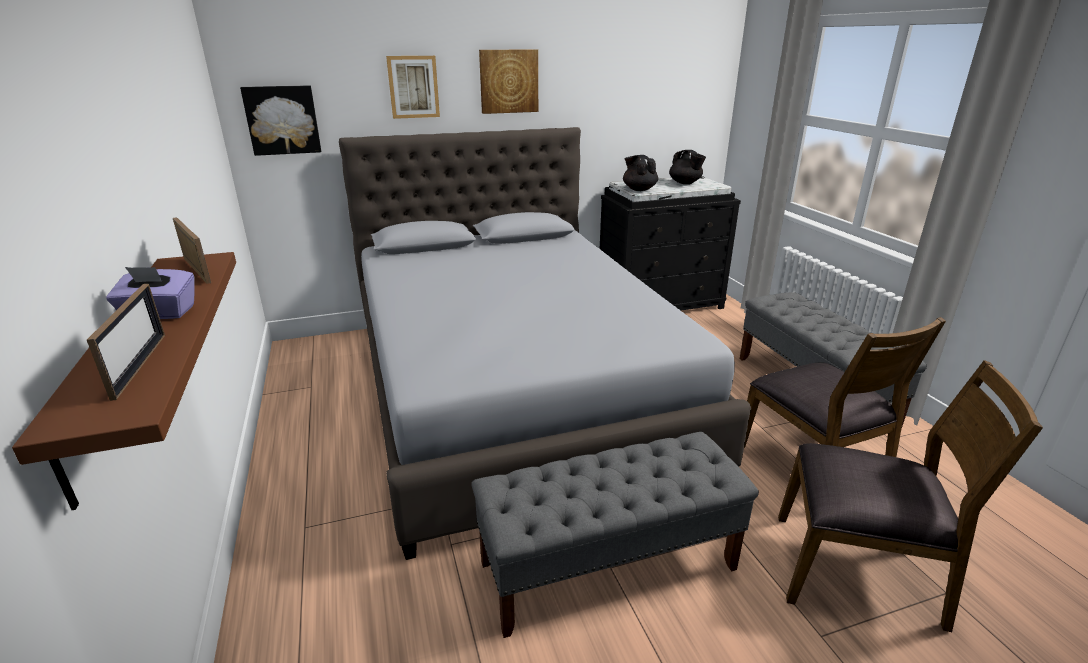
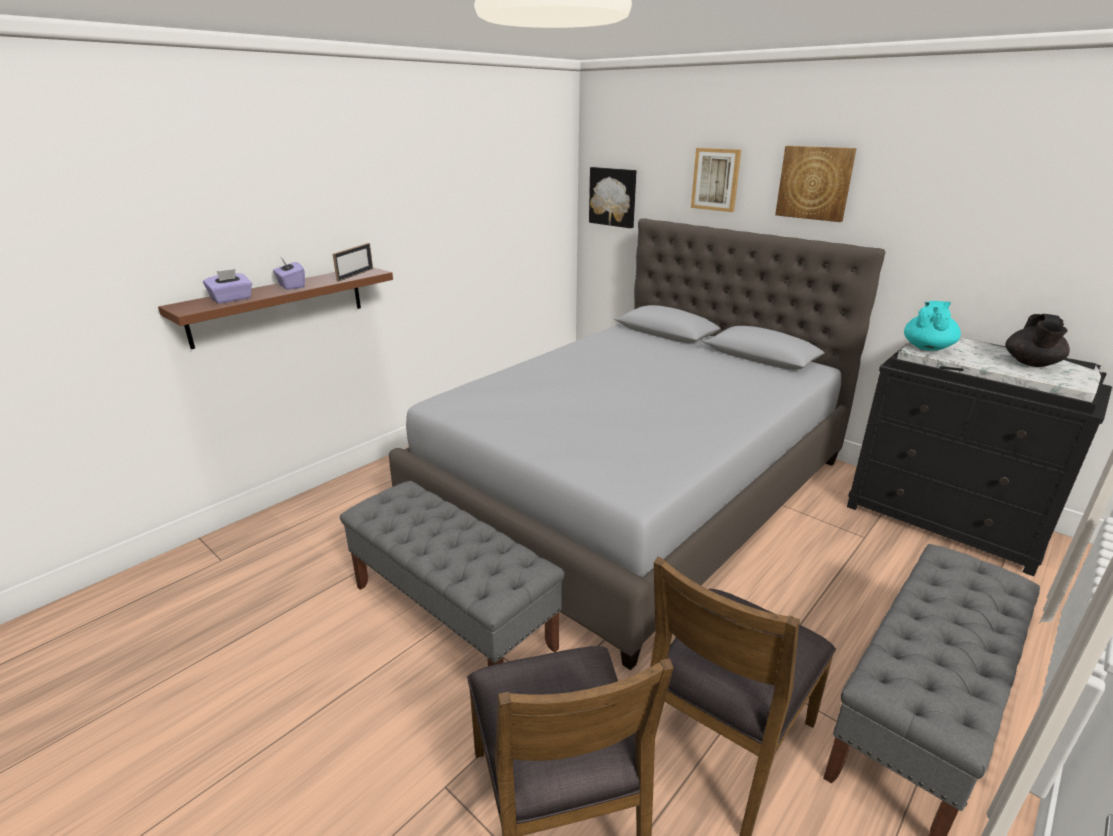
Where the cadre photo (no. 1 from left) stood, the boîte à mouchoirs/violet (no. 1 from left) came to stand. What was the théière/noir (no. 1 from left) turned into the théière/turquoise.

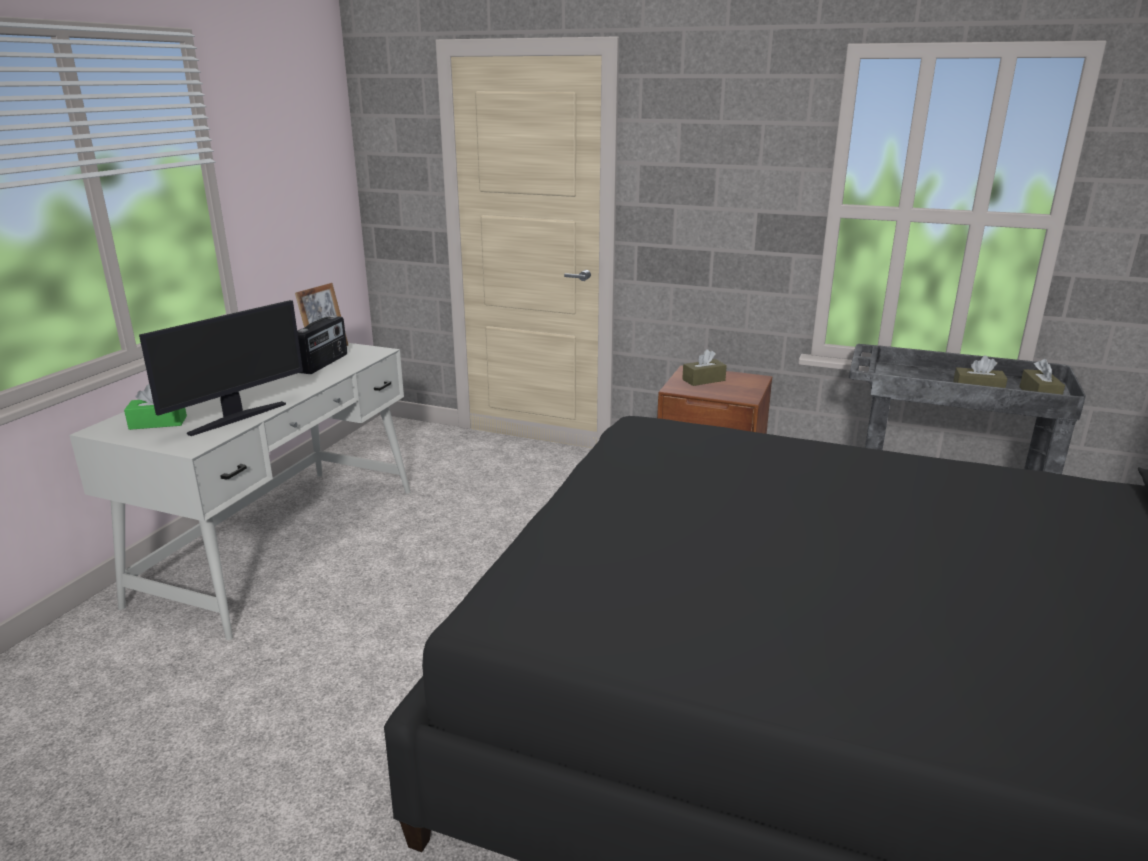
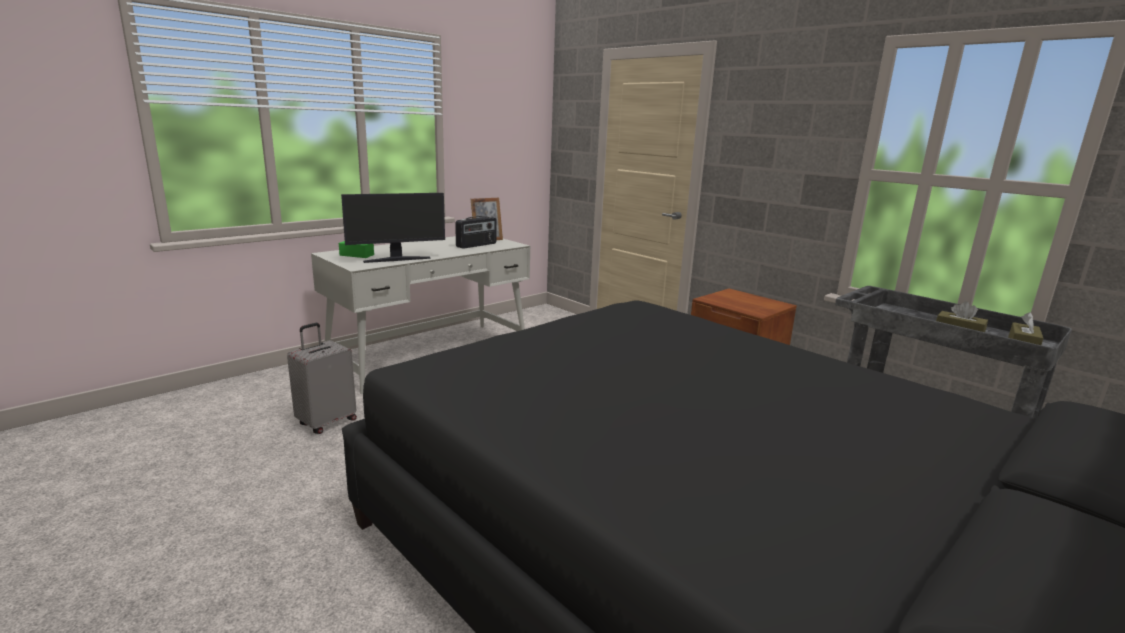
The second view gained the valise/gris. The second view lost the boîte à mouchoirs/marron (no. 1 from left).

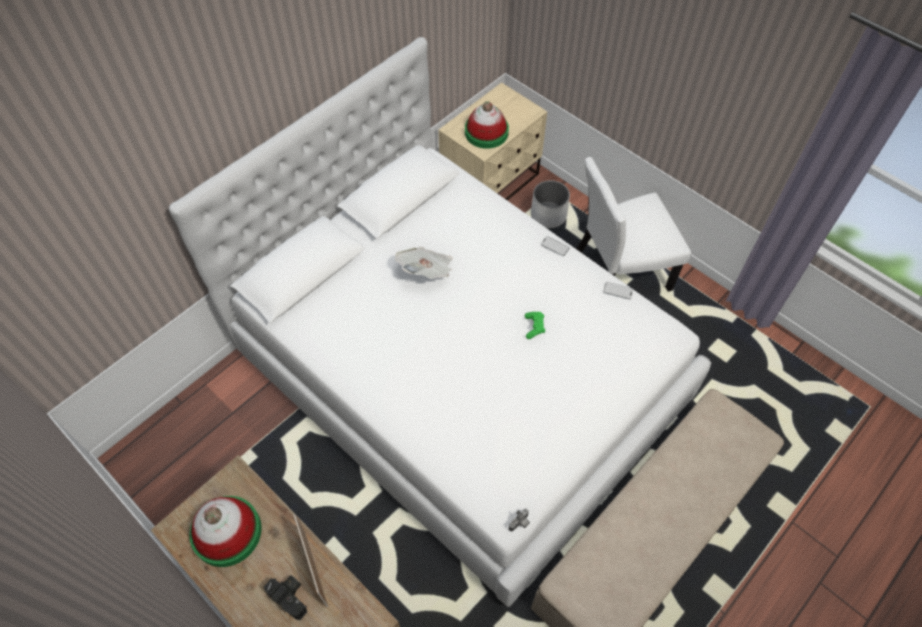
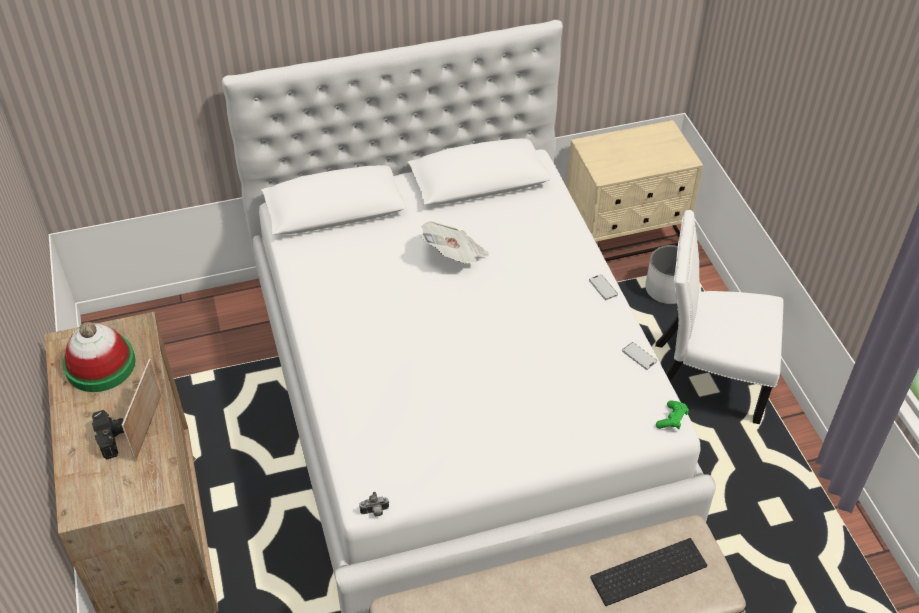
The second view gained the clavier. The manette/vert ended up elsewhere. The second view lost the chapeau (no. 2 from left).

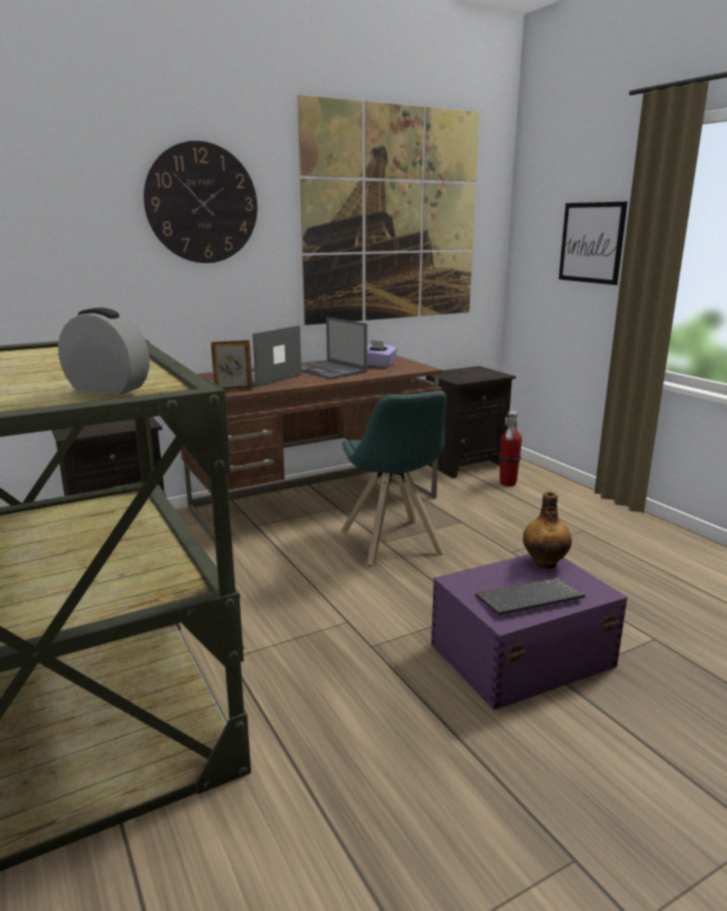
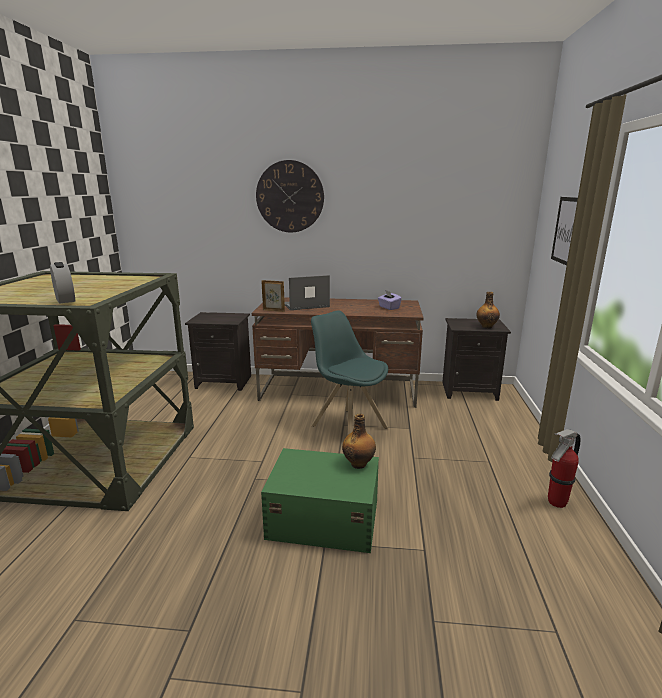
What was the boîte de rangement/violet turned into the boîte de rangement/vert. The chaise/turquoise ended up facing another way, 120 degrees clockwise from before. The second view gained the bouteille (no. 2 from left). The extincteur ended up elsewhere. The second view lost the tableau (no. 1 from left). The second view lost the ordinateur portable (no. 2 from left). The second view lost the clavier.

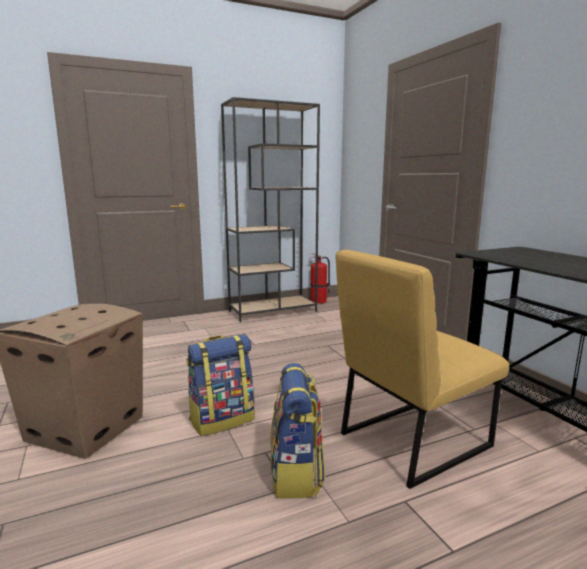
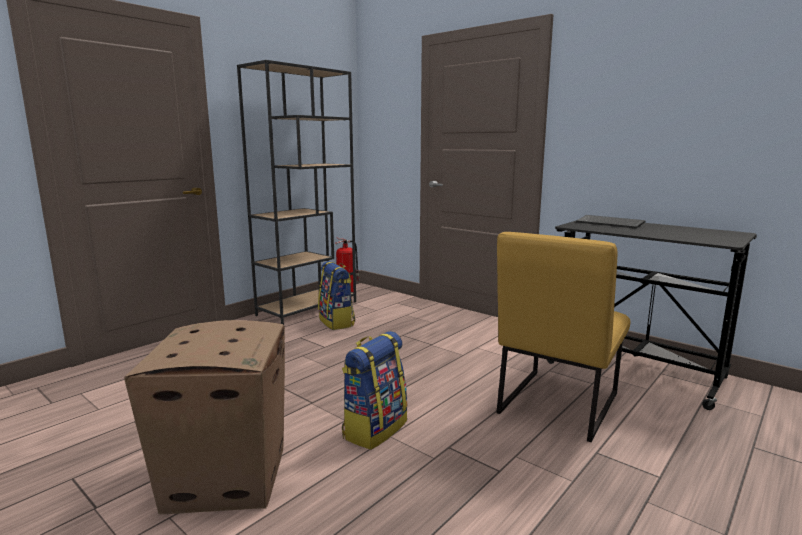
The sac à dos (no. 2 from left in the first image) ended up elsewhere. The second view gained the clavier.

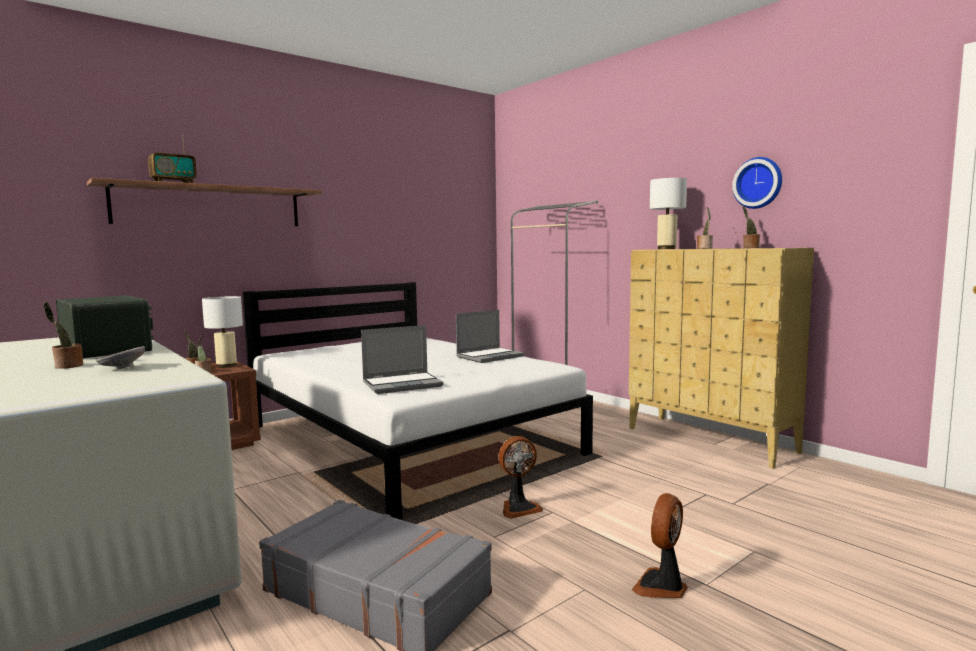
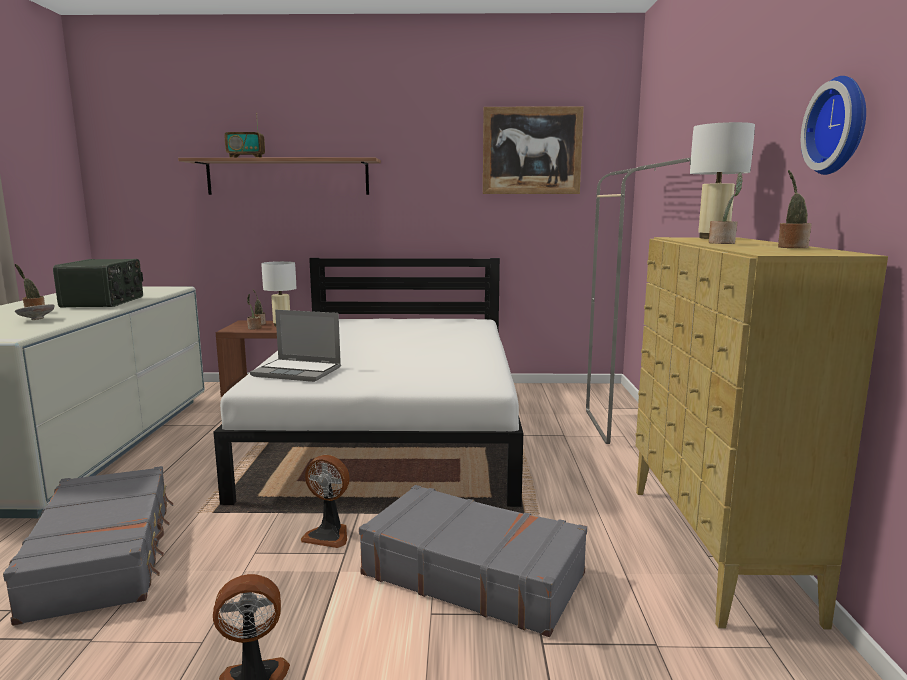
The second view gained the valise/gris (no. 2 from left). The second view gained the tableau. The second view lost the ordinateur portable (no. 2 from left).

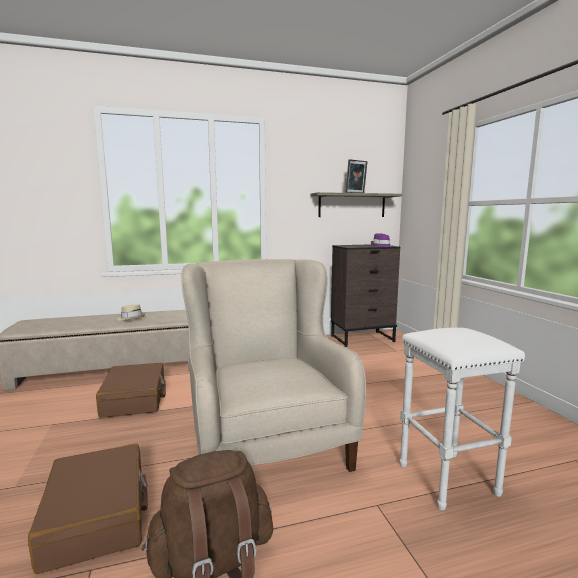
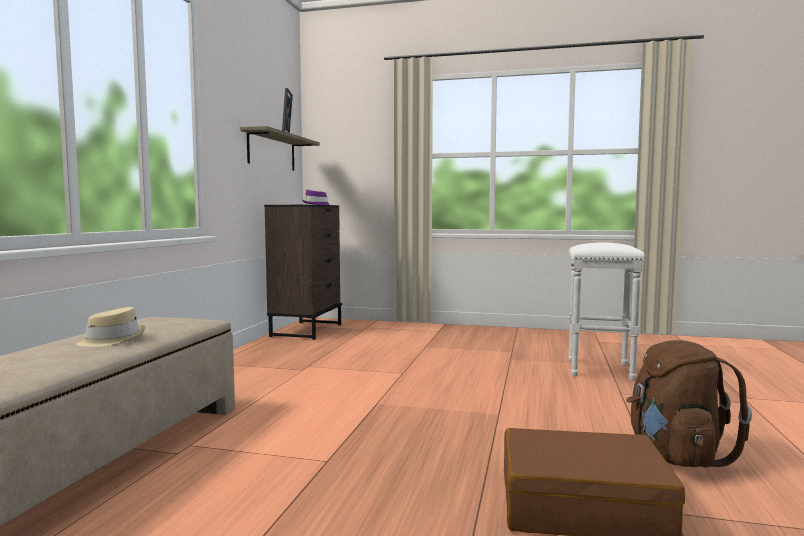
The second view lost the valise/marron (no. 2 from left). The second view lost the fauteuil/beige.

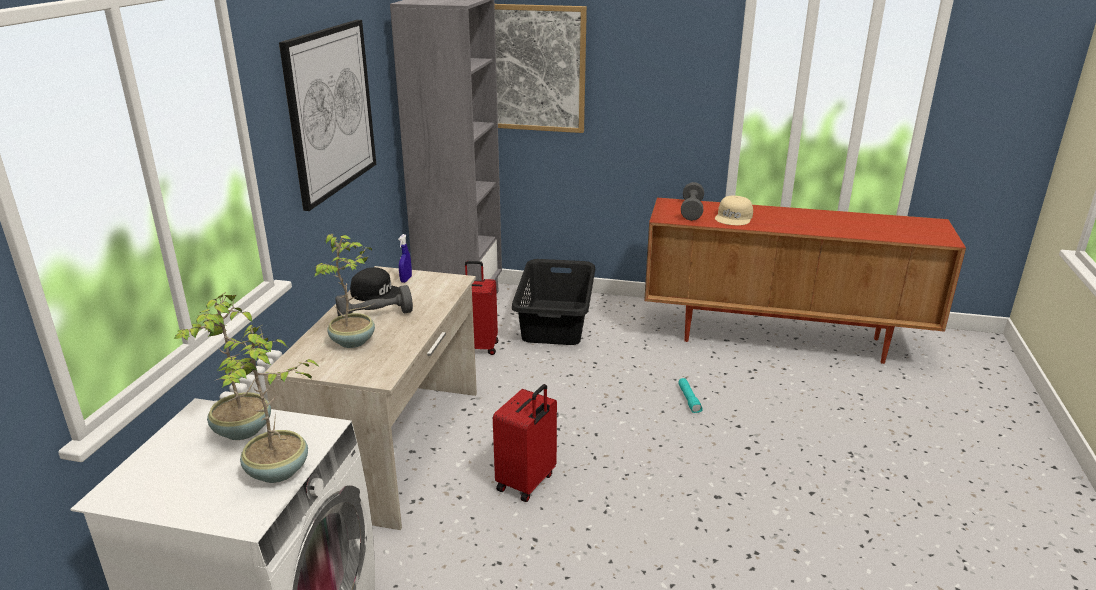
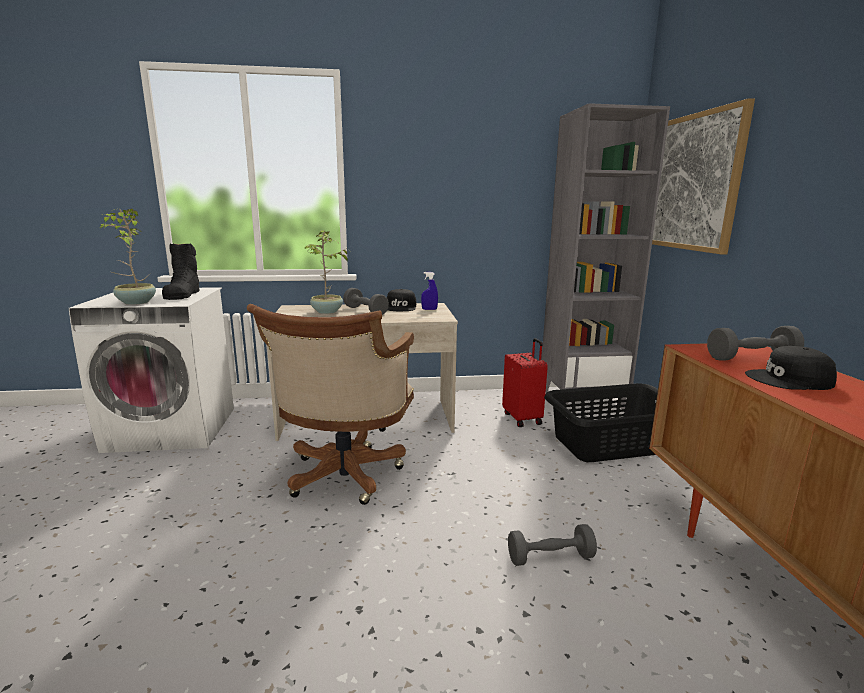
Where the plante en pot (no. 1 from left) stood, the botte/noir came to stand. Where the valise/rouge (no. 2 from left) stood, the chaise de bureau came to stand. Where the lampe de poche/turquoise stood, the haltère/gris (no. 2 from left) came to stand. What was the casquette/beige turned into the casquette/noir (no. 2 from left). The second view lost the tableau (no. 1 from left).

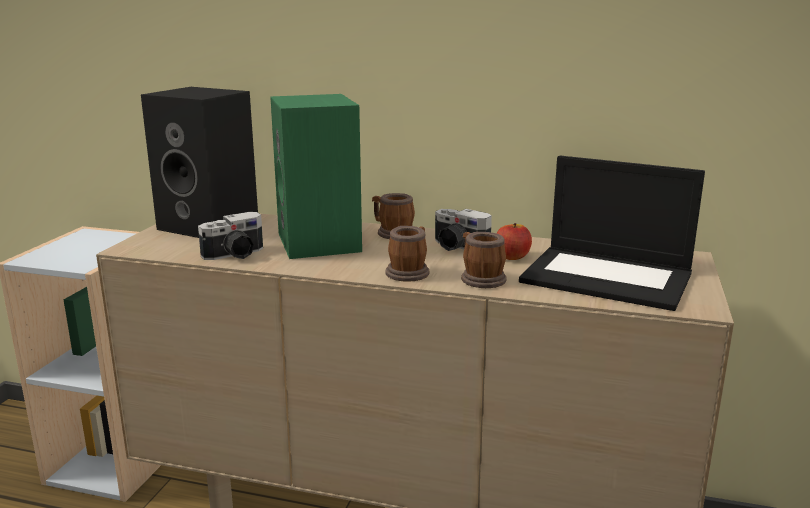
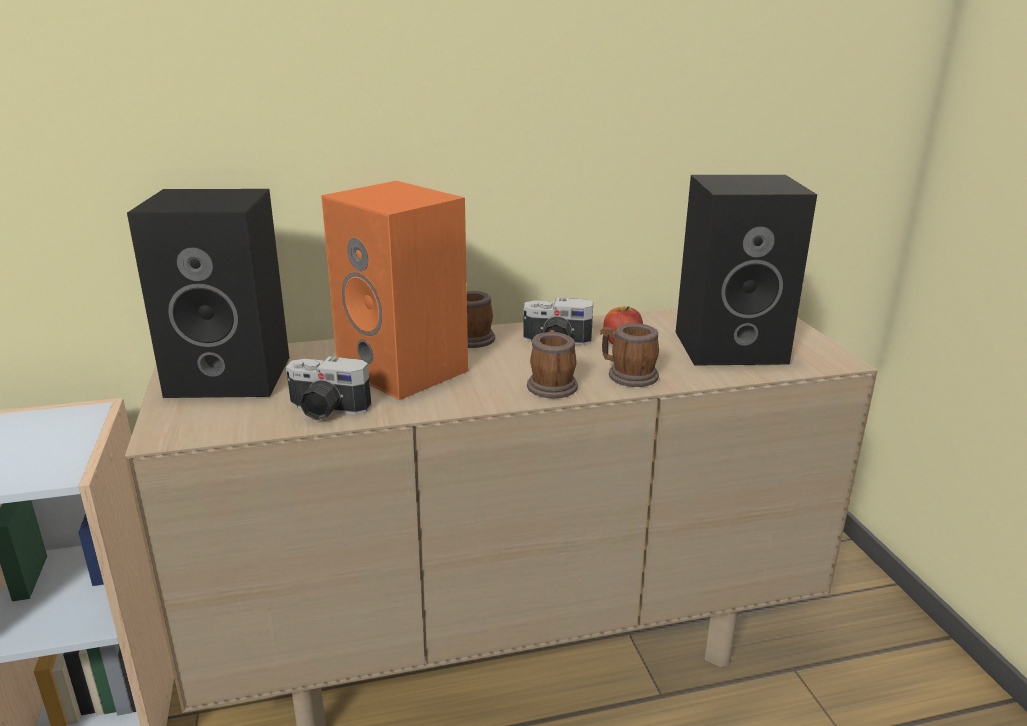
The appareil photo (no. 1 from left) ended up facing another way, 75 degrees clockwise from before. What was the enceinte/vert turned into the enceinte/orange. Where the ordinateur portable stood, the enceinte/noir (no. 2 from left) came to stand.

